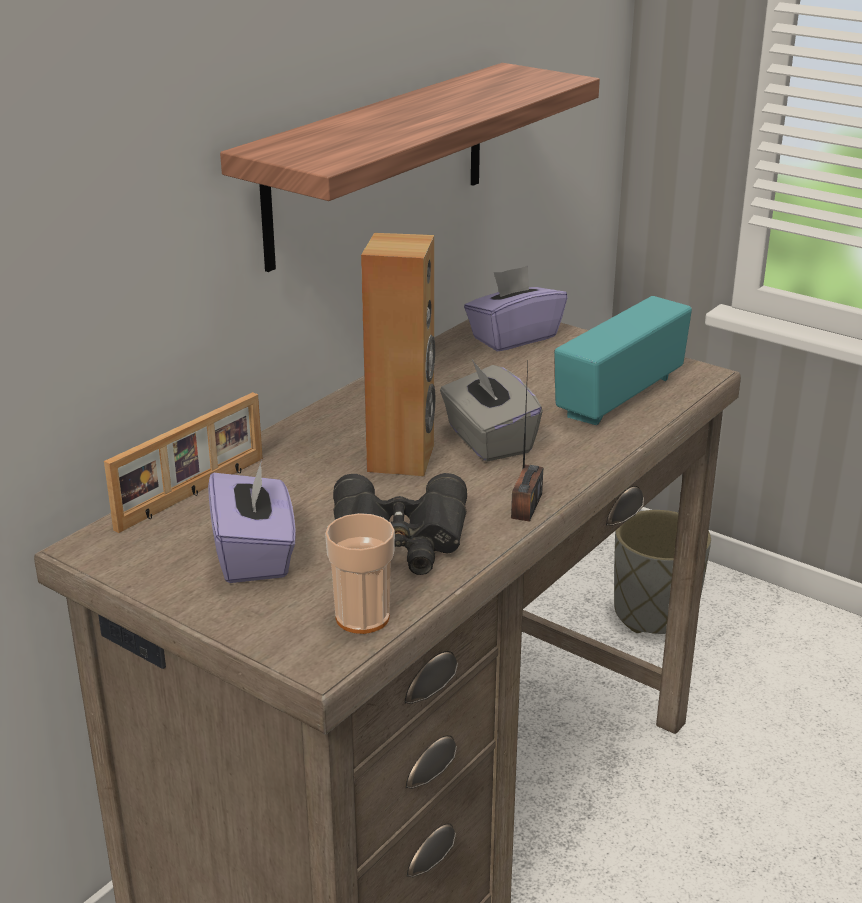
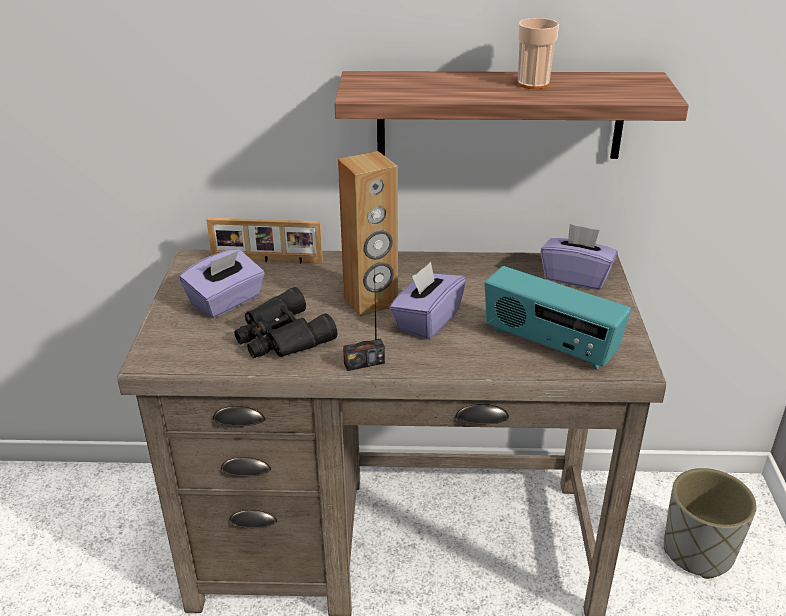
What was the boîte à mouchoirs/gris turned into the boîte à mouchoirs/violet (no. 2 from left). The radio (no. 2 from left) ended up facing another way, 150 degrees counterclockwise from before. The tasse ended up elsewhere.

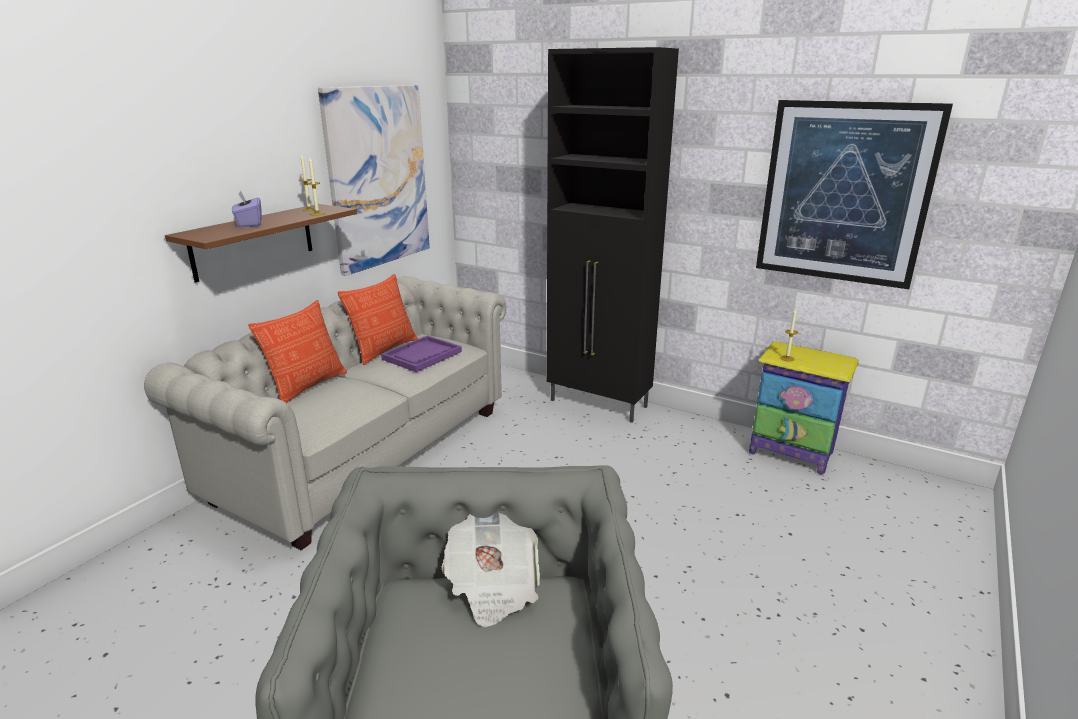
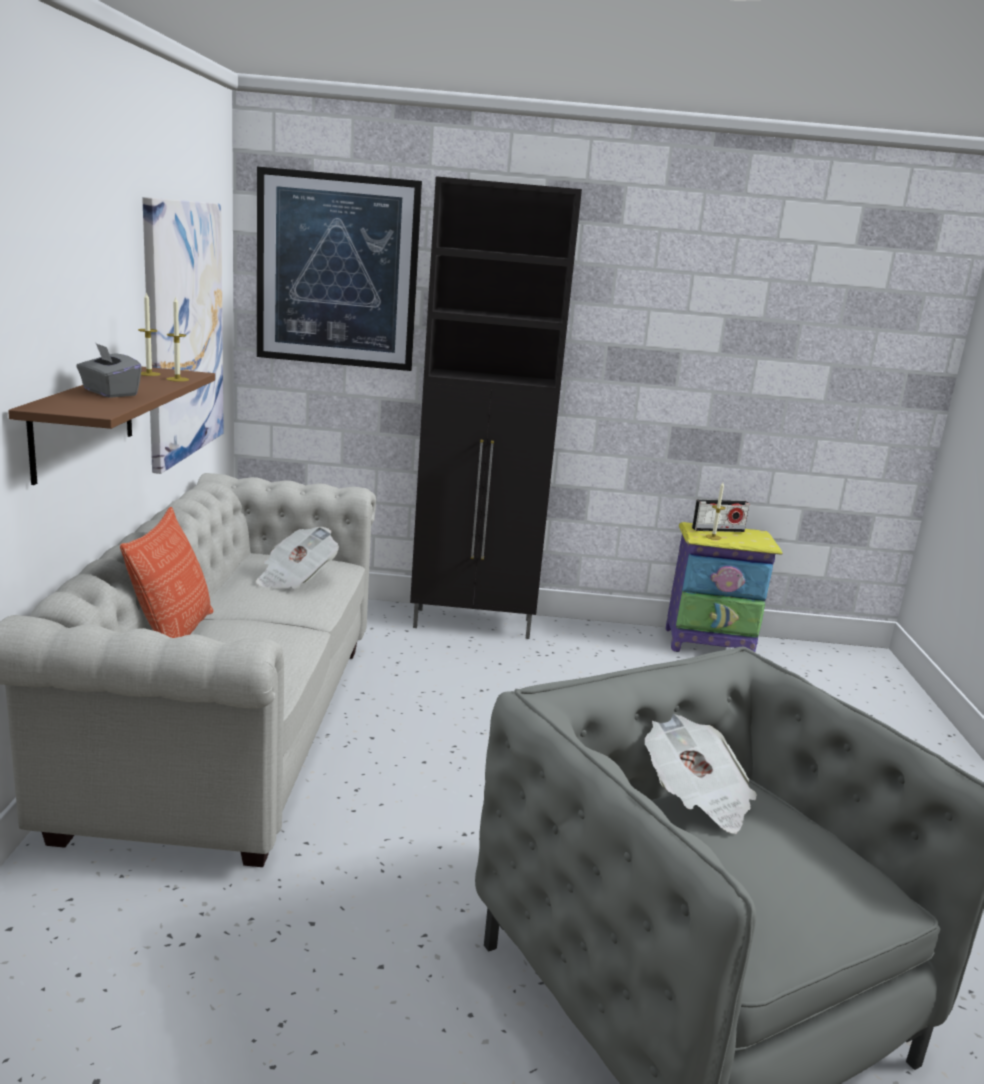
What was the boîte à mouchoirs/violet turned into the boîte à mouchoirs/gris. Where the plateau/violet stood, the journal (no. 1 from left) came to stand. The tableau (no. 2 from left) ended up elsewhere. The second view gained the radio. The second view lost the coussin/orange (no. 2 from left).

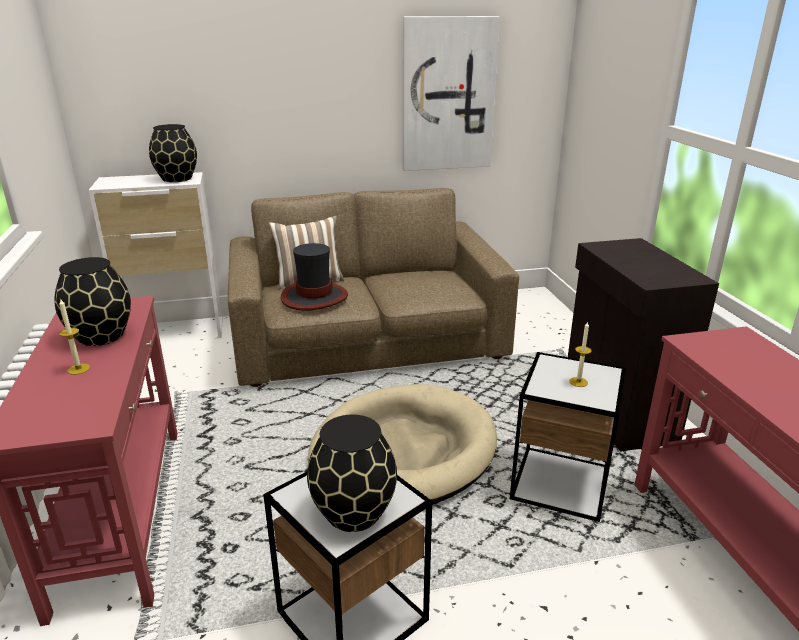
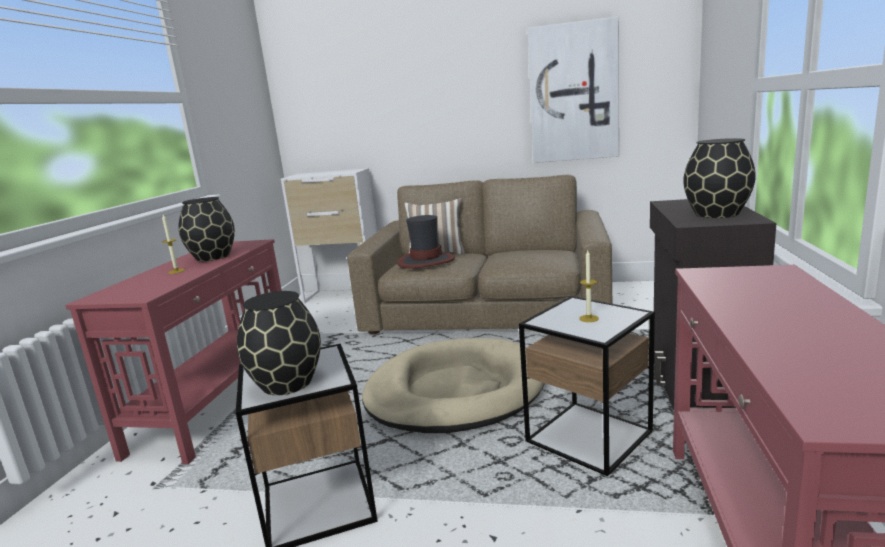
The vase/noir (no. 2 from left in the first image) ended up elsewhere.

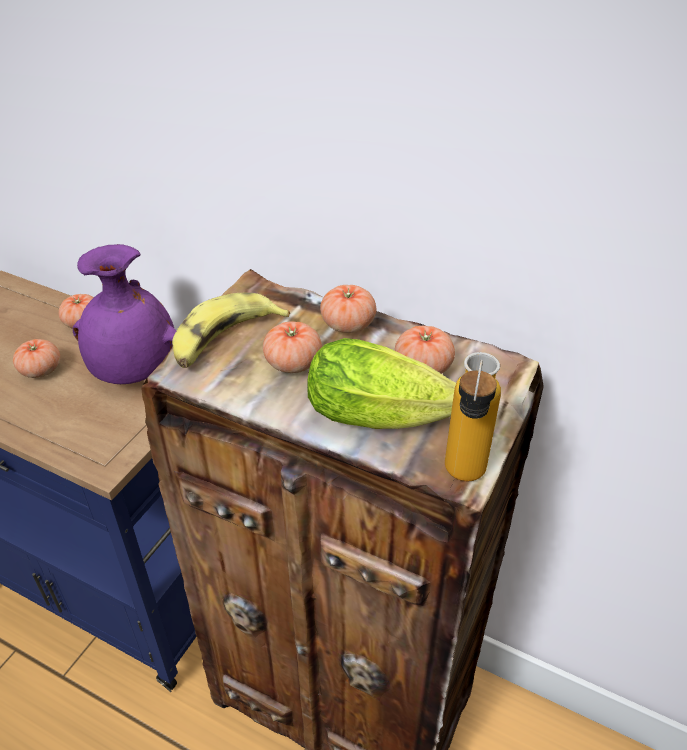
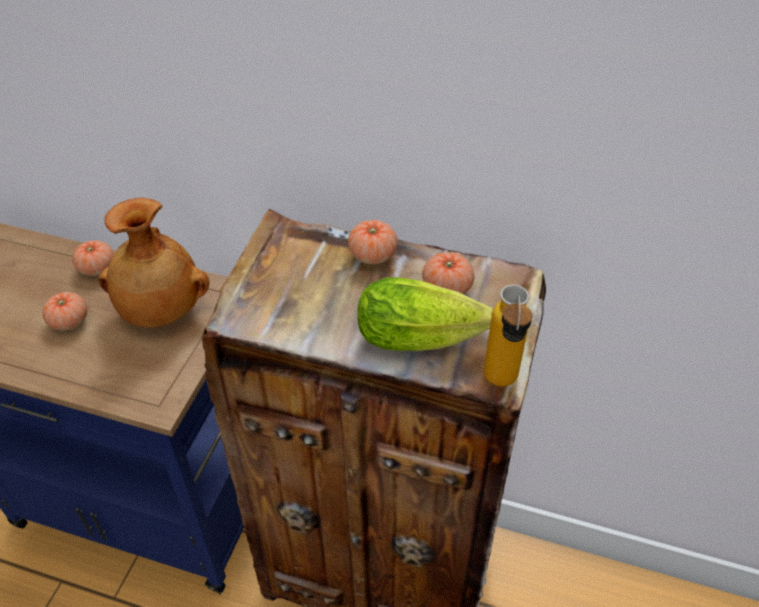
What was the vase/violet turned into the vase/marron. The second view lost the banane. The second view lost the tomate (no. 3 from left).

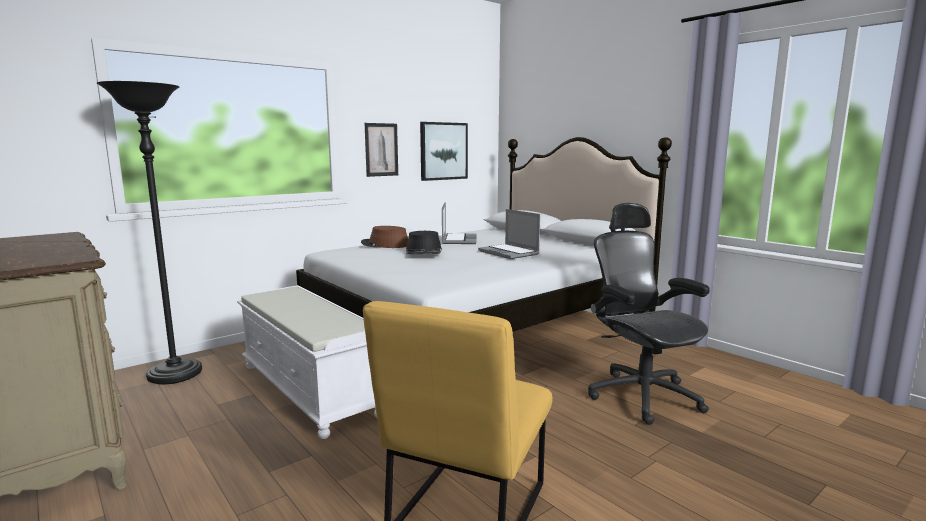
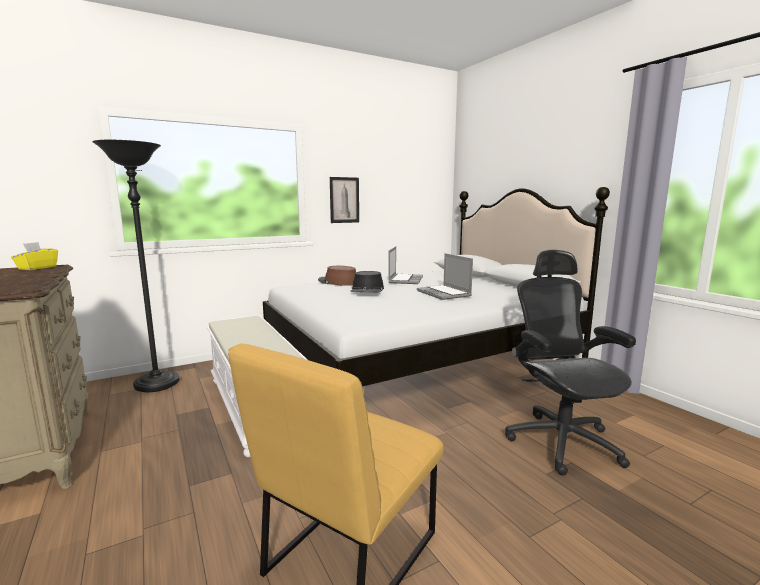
The second view gained the boîte à mouchoirs/jaune. The second view lost the tableau (no. 2 from left).

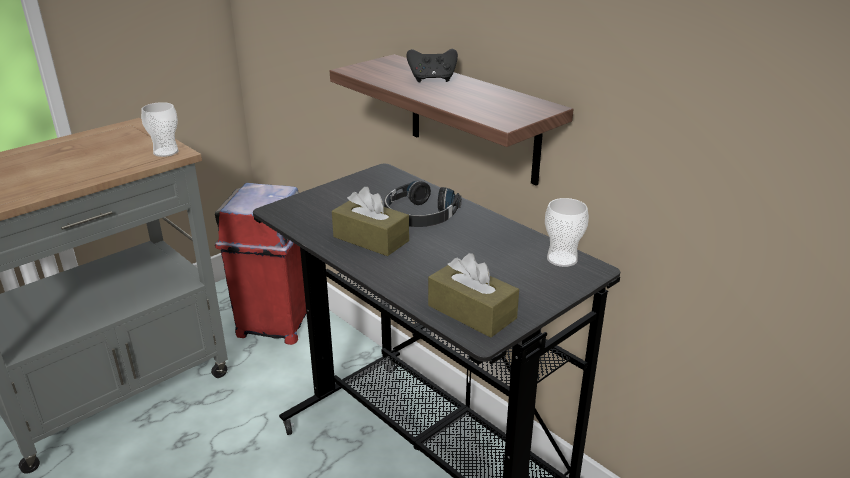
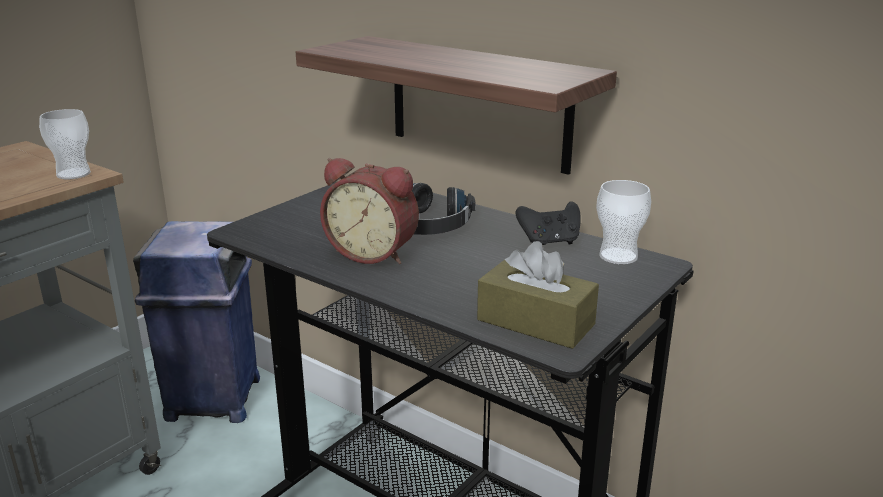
What was the poubelle/rouge turned into the poubelle/bleu. Where the boîte à mouchoirs/marron (no. 1 from left) stood, the réveil came to stand. The manette/noir ended up elsewhere.

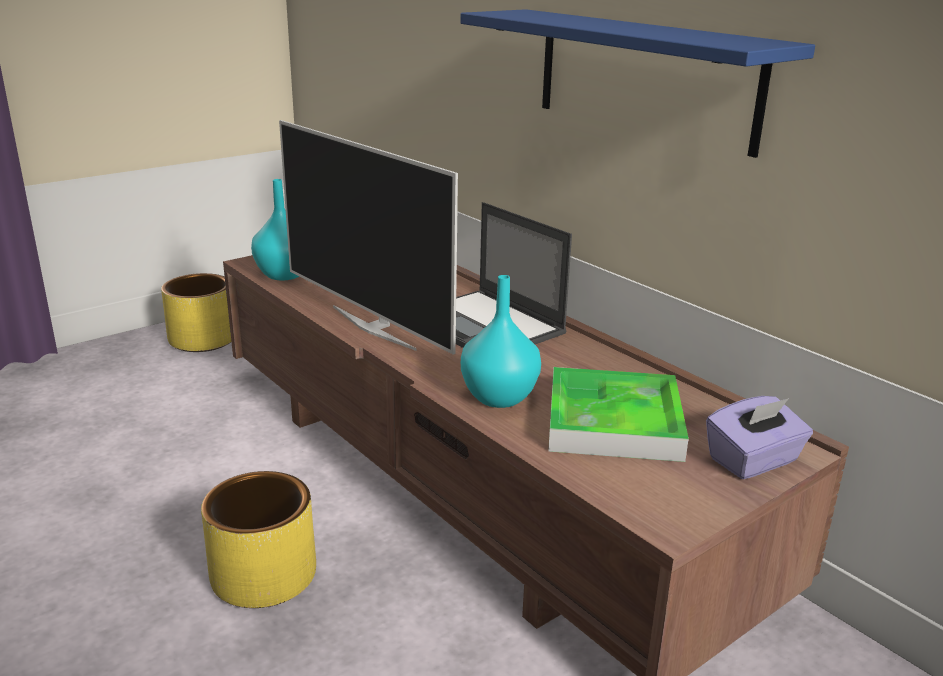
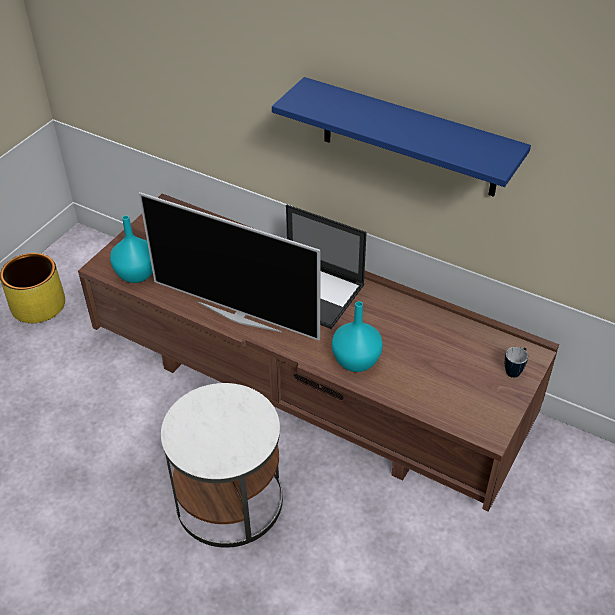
Where the cache-pot/jaune (no. 2 from left) stood, the table d'appoint/blanc came to stand. Where the boîte à mouchoirs/violet stood, the mug came to stand. The second view lost the plateau.

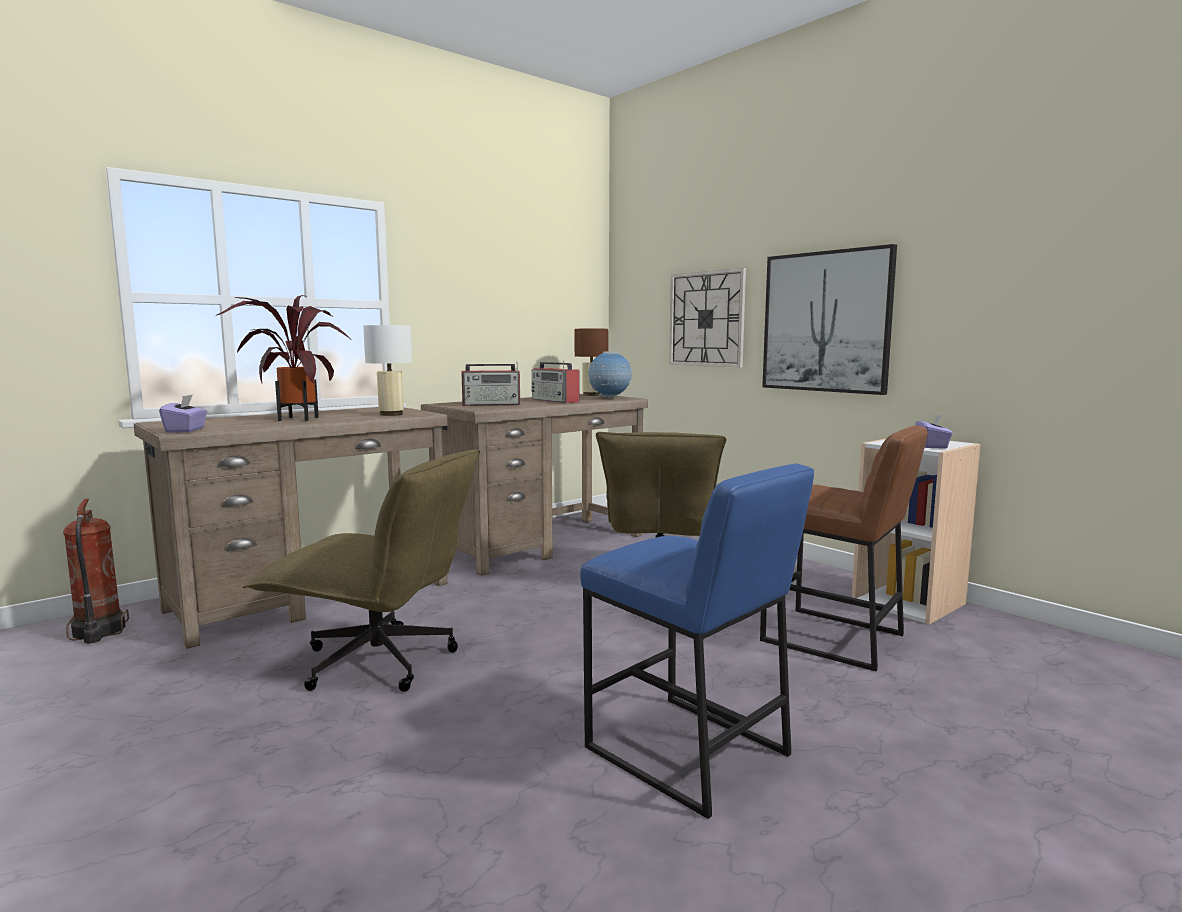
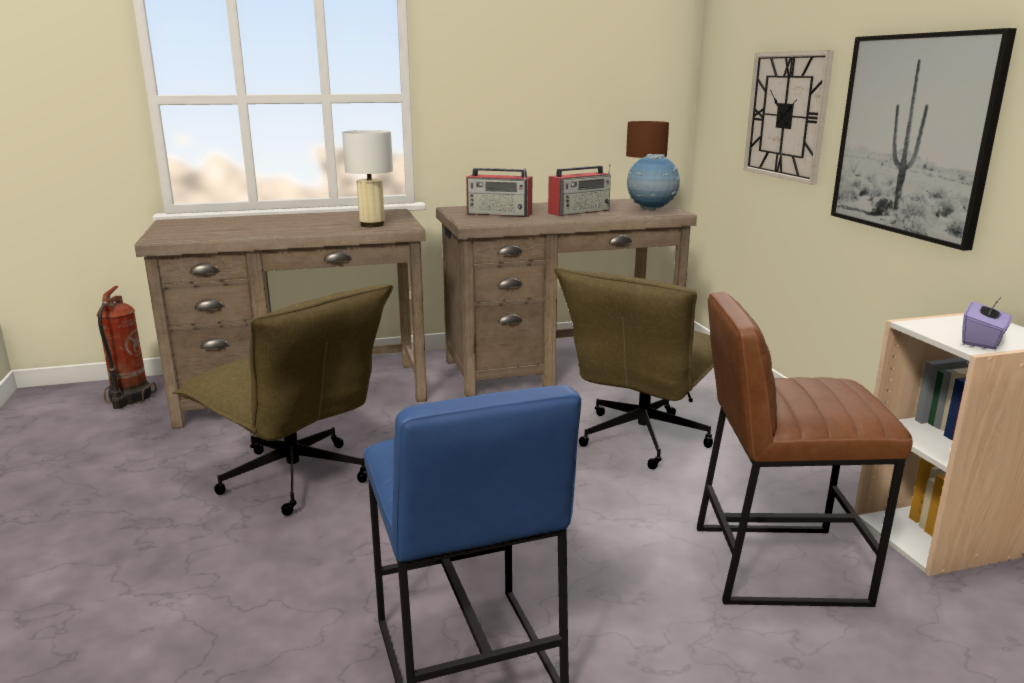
The radio (no. 2 from left) ended up facing another way, 105 degrees counterclockwise from before. The chaise/marron ended up facing another way, 120 degrees clockwise from before. The second view lost the boîte à mouchoirs/violet (no. 1 from left). The second view lost the plante en pot.

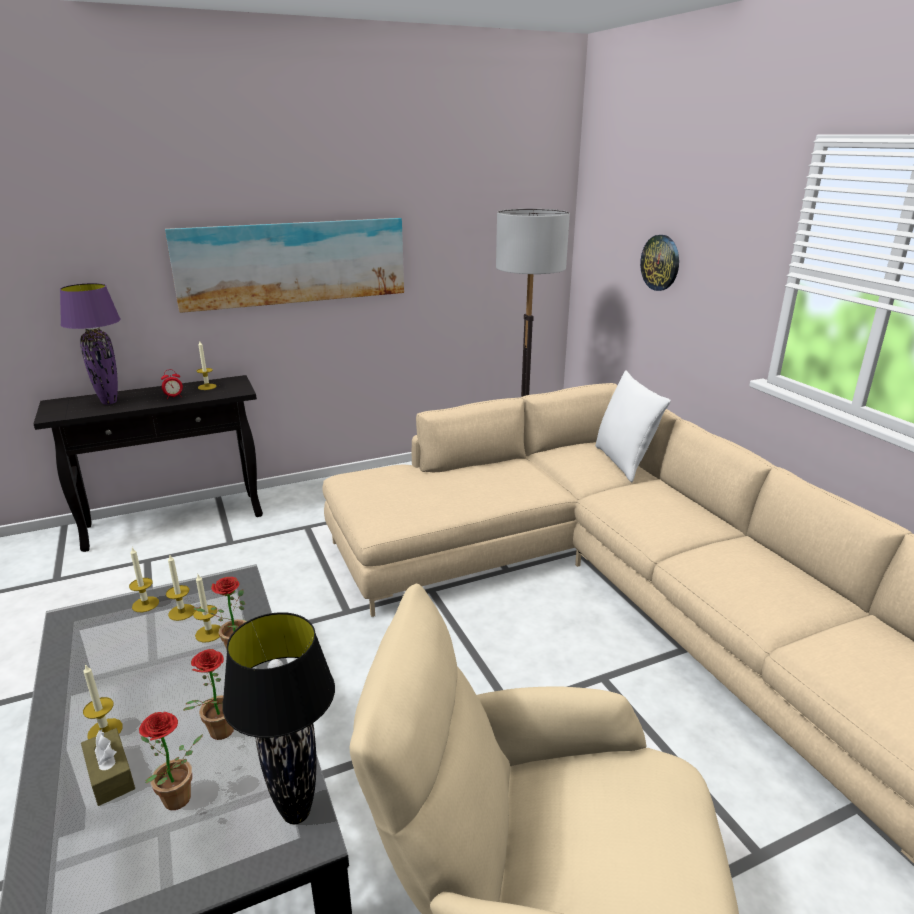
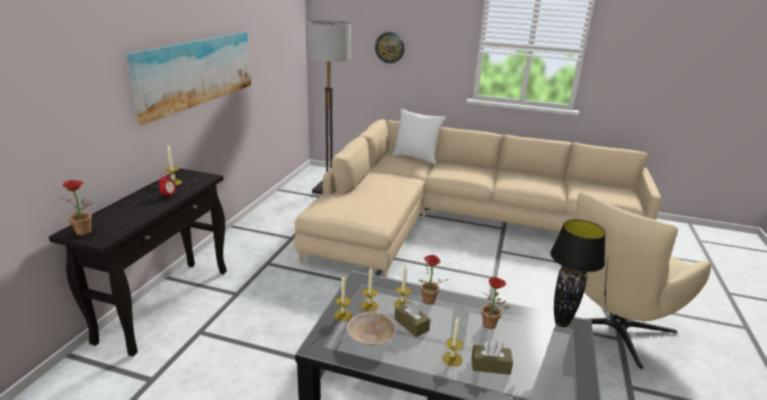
The plante en pot (no. 1 from left) ended up elsewhere. The second view gained the bol/beige. The second view gained the boîte à mouchoirs/marron (no. 1 from left). The second view lost the lampe de table/violet.

